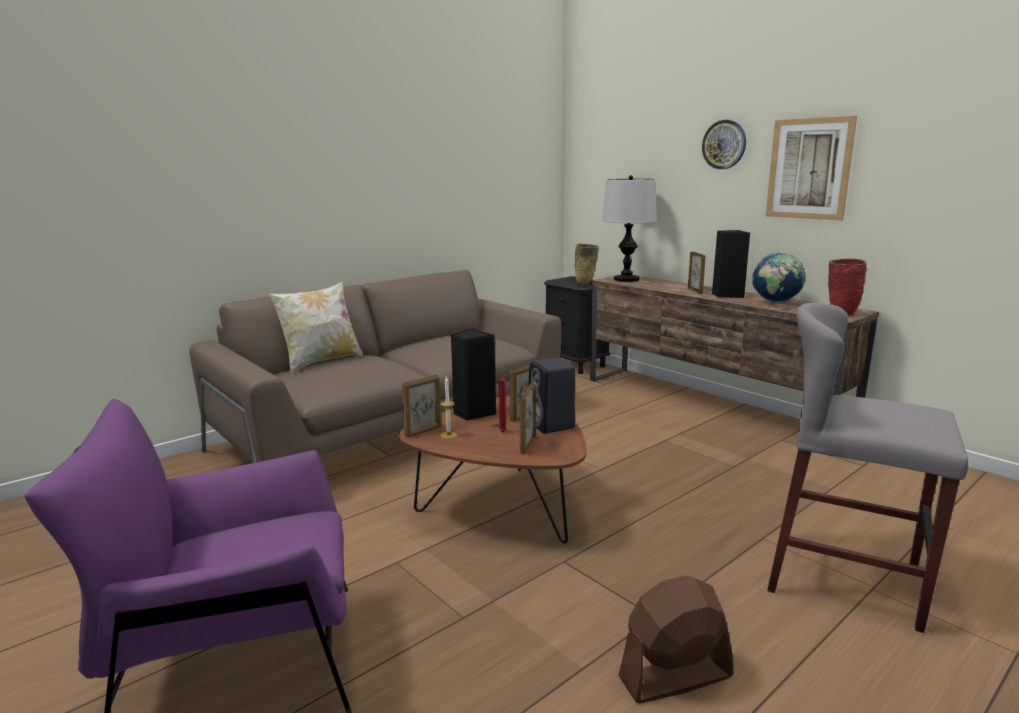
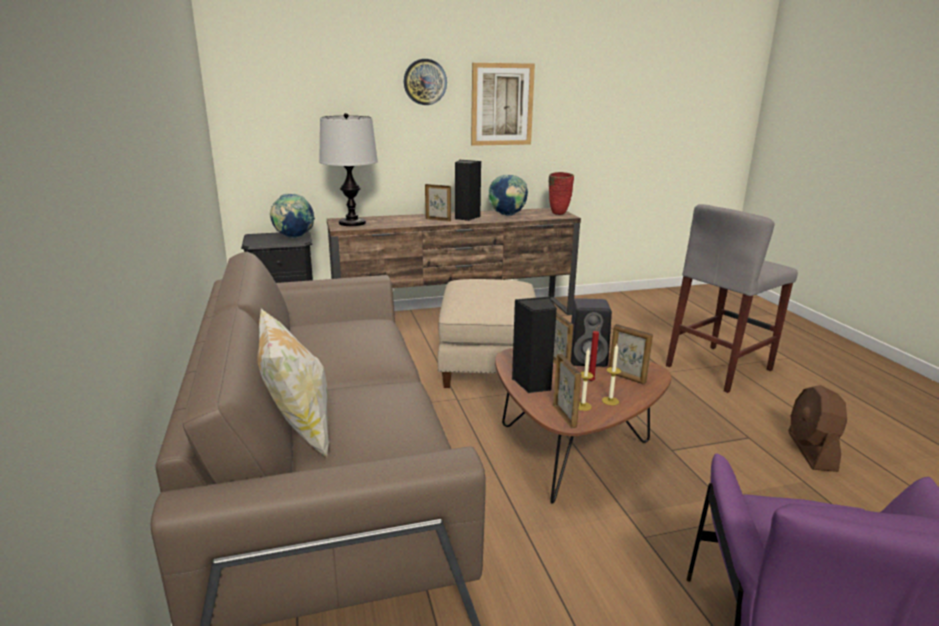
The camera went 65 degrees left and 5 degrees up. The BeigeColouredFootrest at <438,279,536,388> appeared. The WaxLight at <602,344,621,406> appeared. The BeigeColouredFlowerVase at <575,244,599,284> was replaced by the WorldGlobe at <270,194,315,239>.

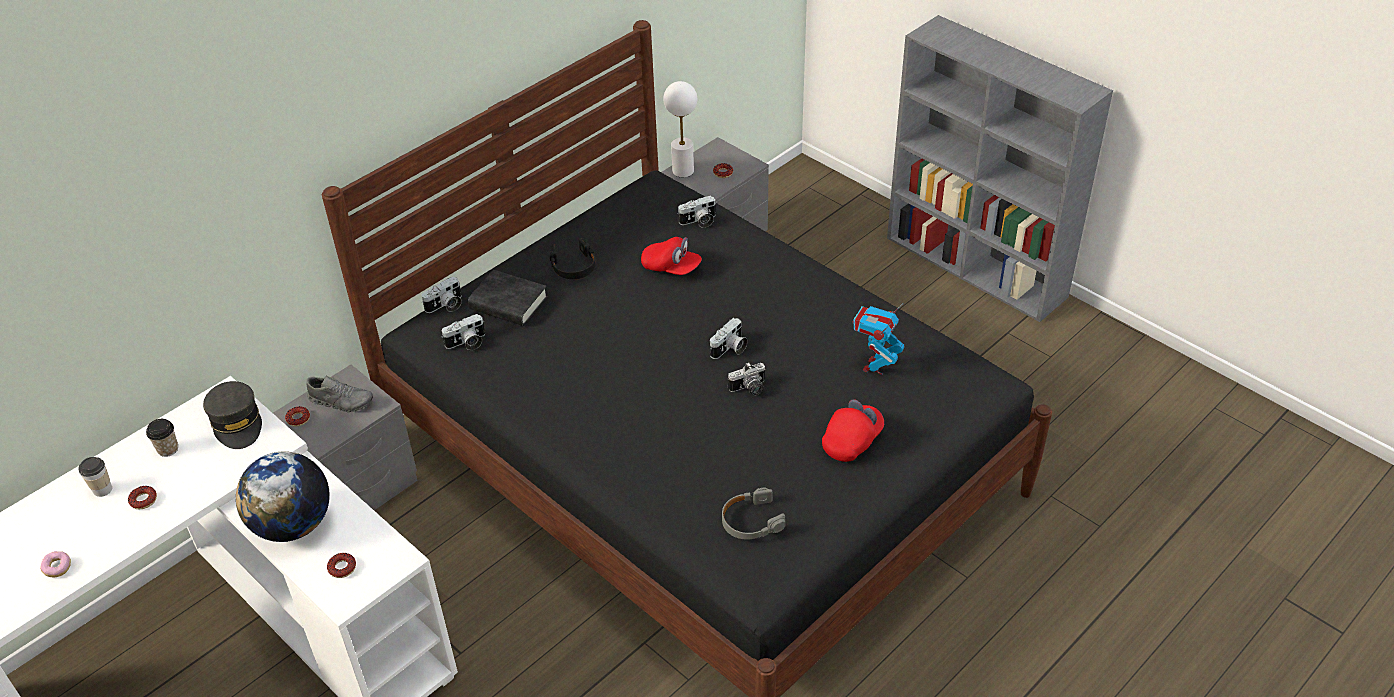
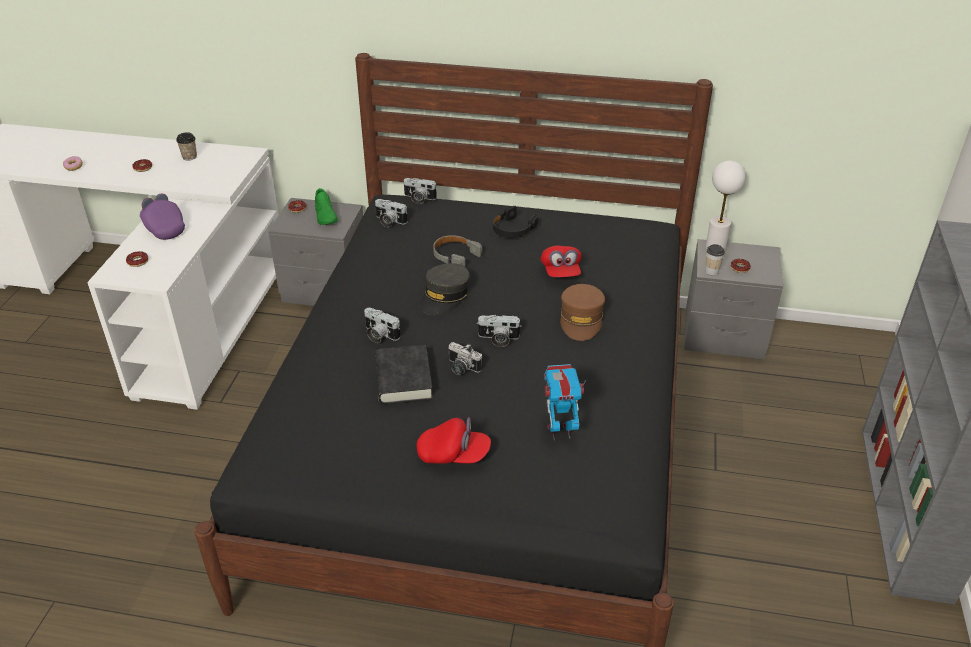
The camera went 55 degrees right and 5 degrees down. The BrownishCap at <560,284,605,341> appeared. The SmallCup moved from <78,457,112,497> to <705,244,725,275>. The GrayCap moved from <203,381,262,449> to <420,263,470,315>. The BlackColouredVolume moved from <468,270,548,326> to <375,345,433,405>. The StillCamera moved from <677,195,716,228> to <364,308,401,343>. The GrayHeadset moved from <722,488,786,539> to <433,235,482,267>. The WorldGlobe at <236,451,330,542> was replaced by the PurpleCap at <140,194,185,240>. The GrayLowShoe at <306,376,373,412> became the GreenLowShoe at <315,188,338,225>.

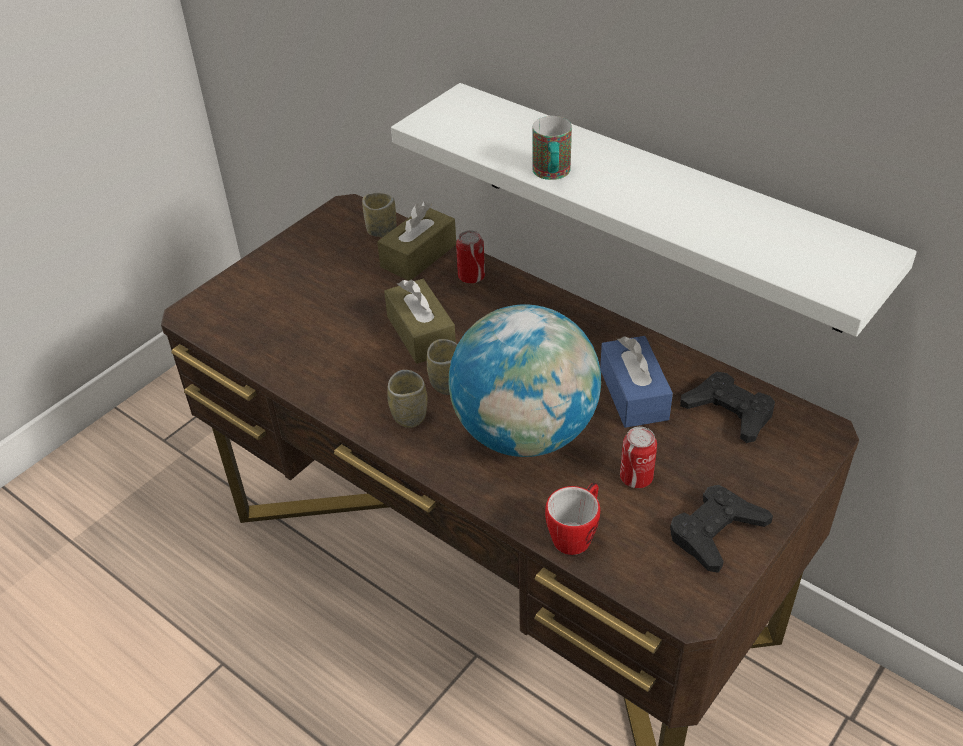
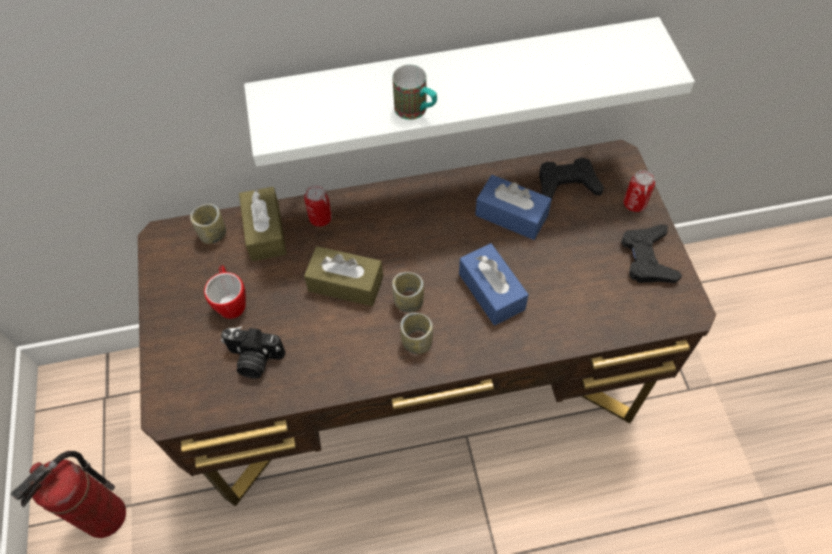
The camera went 50 degrees left and 15 degrees up. The FireFightingCylinder at <10,451,126,538> appeared. The StillCamera at <221,326,285,379> appeared. The TeaMug moved from <545,483,600,555> to <204,265,246,319>. The Can moved from <620,427,657,488> to <623,170,655,212>. The WorldGlobe at <449,304,601,457> was replaced by the BluishBoxOfTissues at <459,243,529,325>.

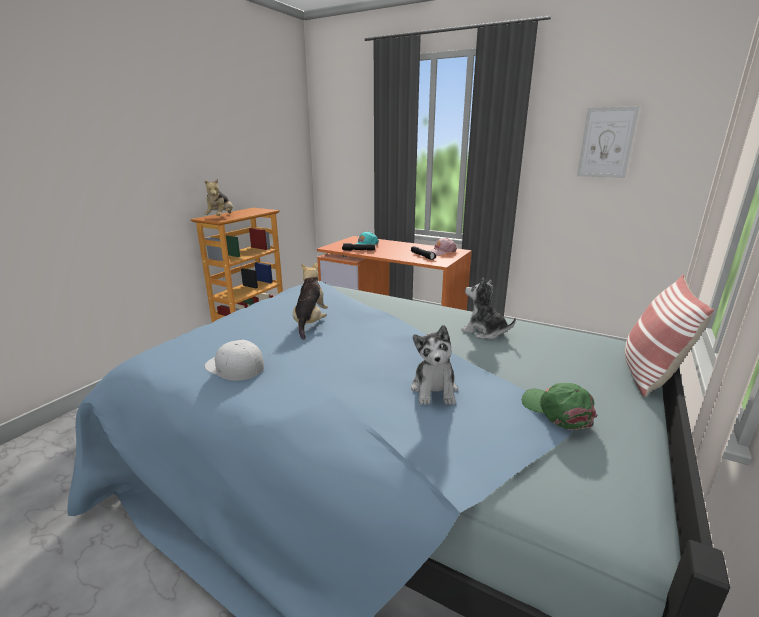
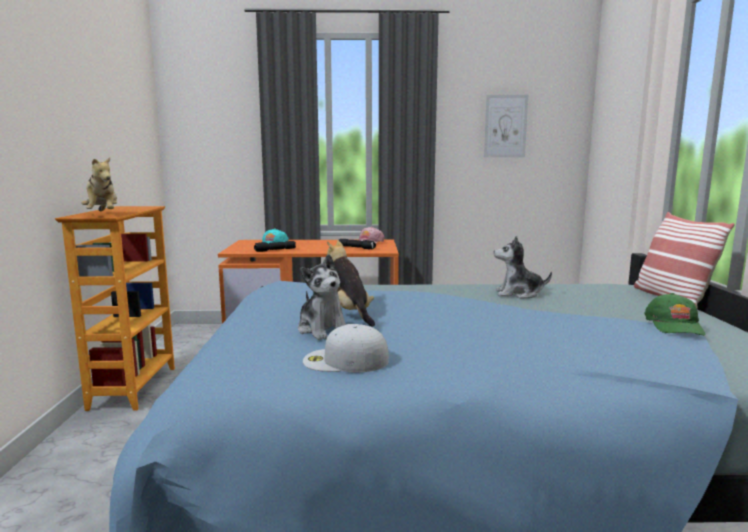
The camera went 30 degrees left and 10 degrees down. The PlushToy moved from <411,325,458,405> to <298,254,346,340>. The GreenCap at <522,383,597,430> turned 105 degrees counterclockwise.

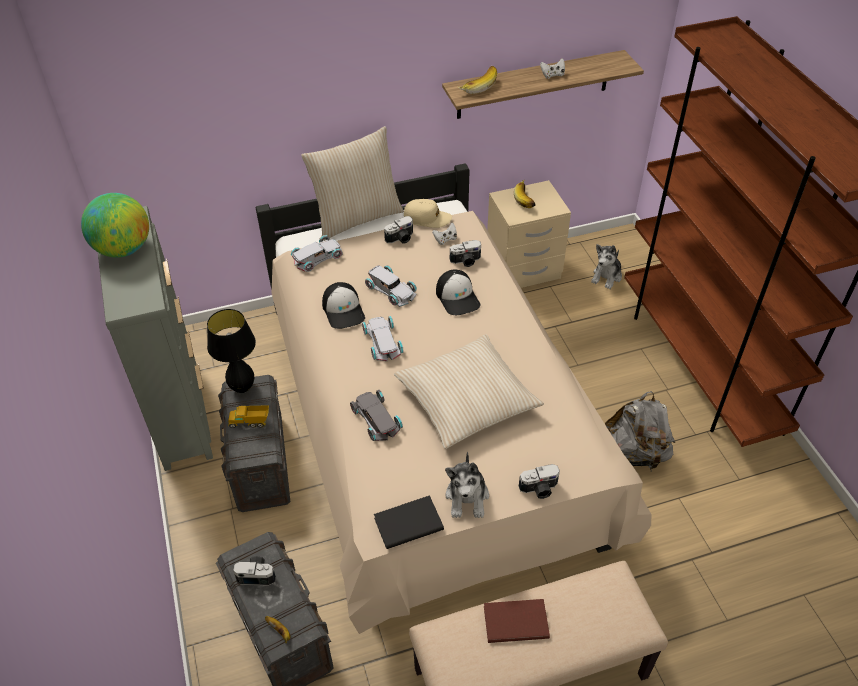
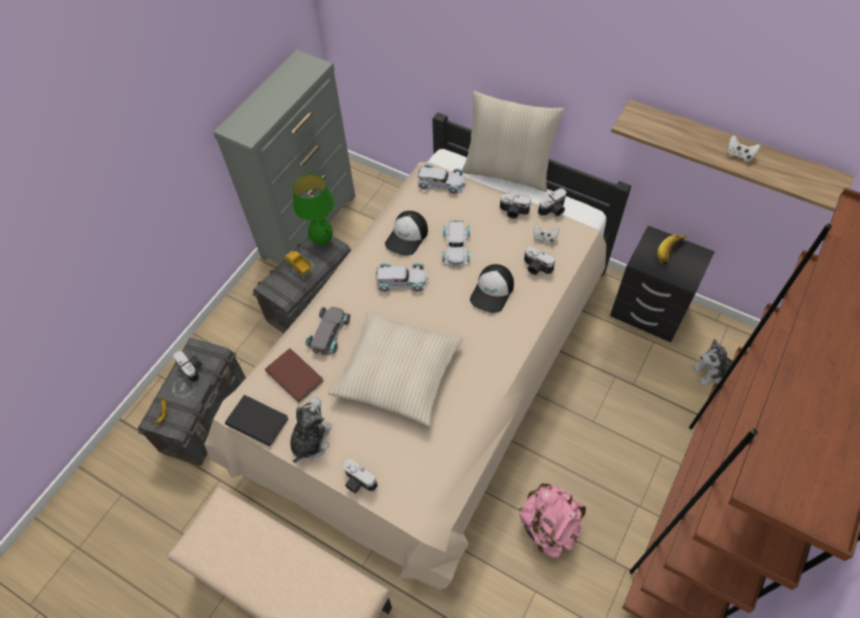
The camera went 50 degrees right and 10 degrees up. The WorldGlobe at <81,193,149,258> disappeared. The WholeBanana at <458,66,497,94> disappeared. The BrownishVolume moved from <484,599,550,643> to <265,348,323,402>. The BeigeColouredCap at <404,199,452,228> was replaced by the StillCamera at <538,188,566,216>. The BlackColouredLampForATable at <207,309,256,393> became the GreenLampForATable at <293,174,334,245>. The BeigeColouredNightTable at <487,180,571,288> became the BlackColouredNightTable at <610,226,715,342>. The GrayKnapsack at <605,391,675,469> became the PinkKnapsack at <519,483,586,558>. The WhiteColouredMiniatureCar at <362,316,404,361> turned 60 degrees clockwise. The PlushToy at <445,452,489,518> turned 150 degrees clockwise.

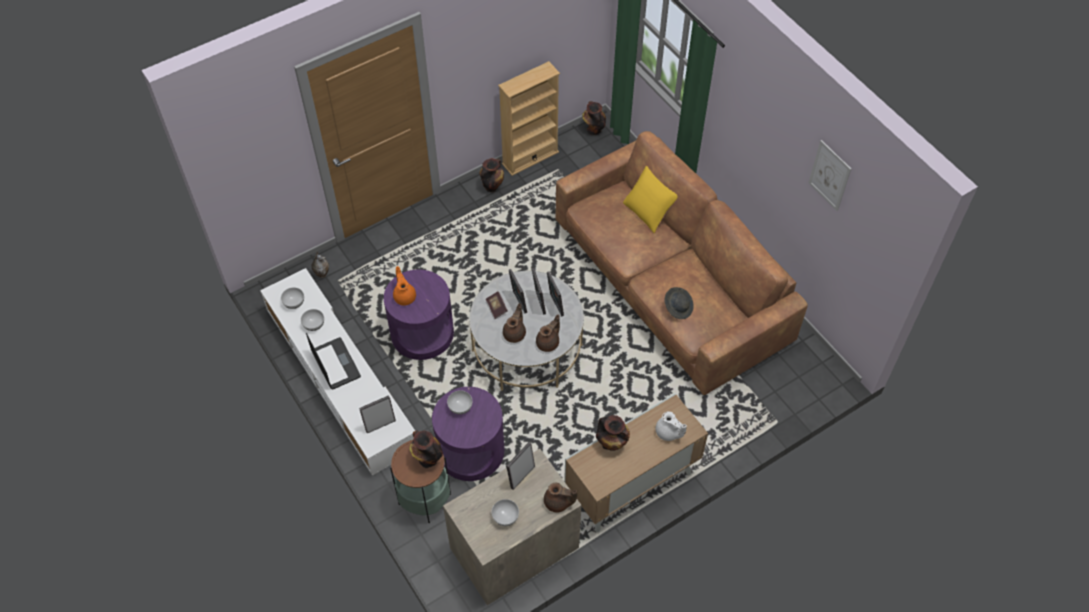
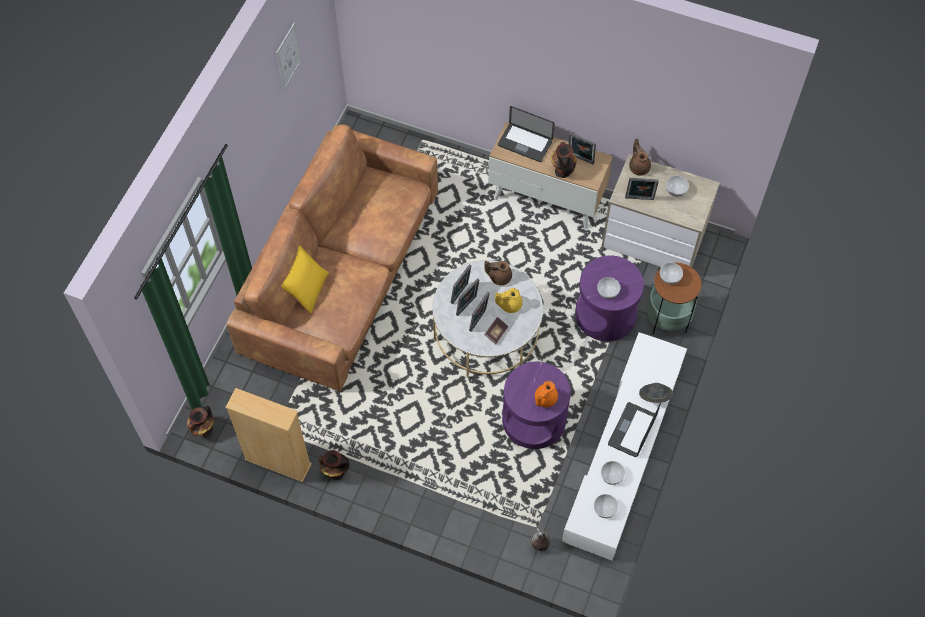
The camera went 125 degrees left and 5 degrees up. The StandingFrame moved from <359,395,396,433> to <569,133,596,164>. The GrayHat moved from <665,287,694,319> to <639,383,673,403>. The FlowerVase at <409,430,443,468> was replaced by the Bowl at <660,263,683,284>. The WhiteColouredTeapot at <656,412,687,441> was replaced by the Laptop at <498,106,555,162>. The BrownishTeapot at <503,303,526,343> became the YellowColouredTeapot at <495,288,523,313>.

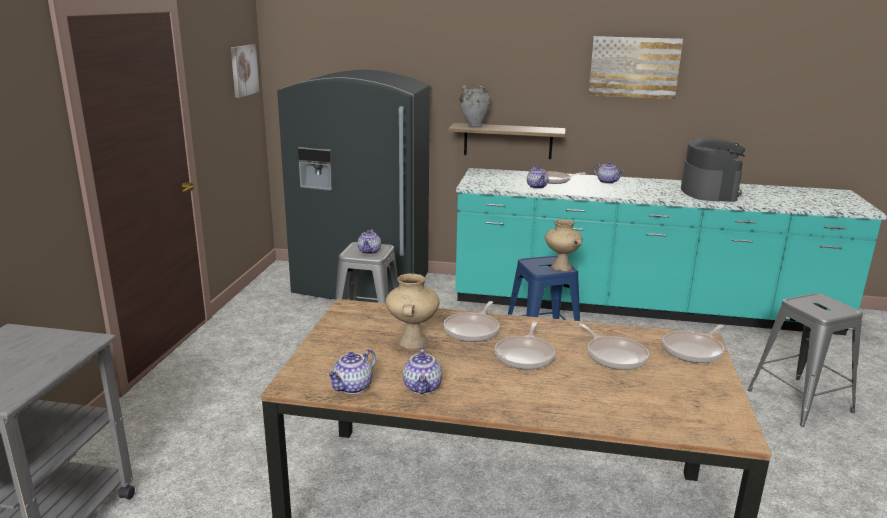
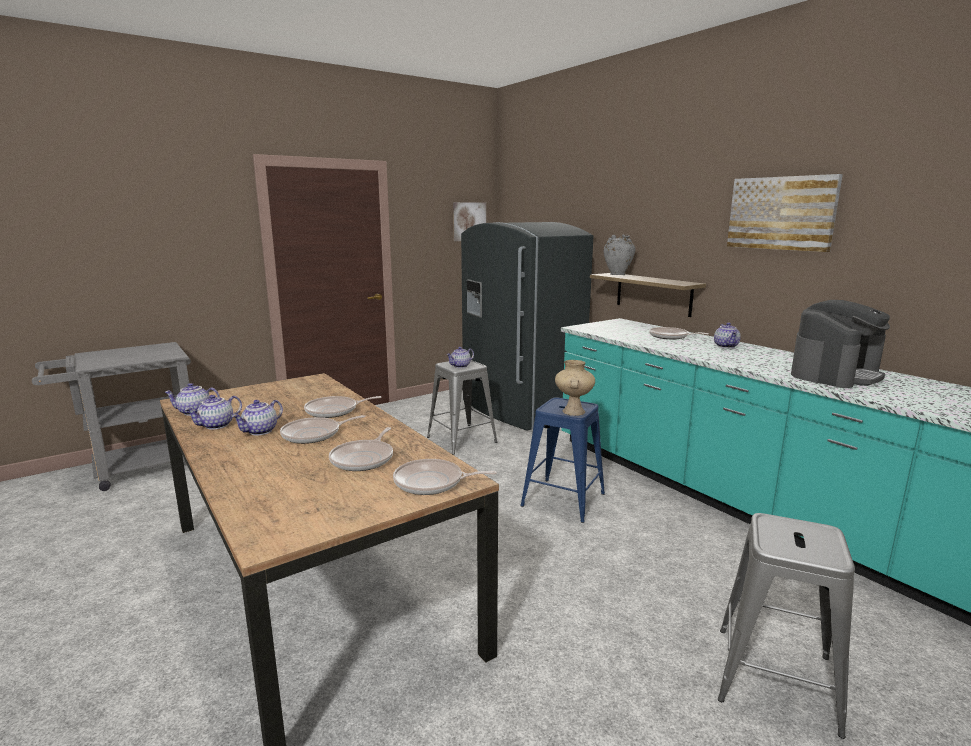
The camera went 45 degrees right and 5 degrees down. The BeigeColouredFlowerVase at <386,273,440,349> disappeared. The Teapot moved from <527,166,549,189> to <232,400,283,435>.

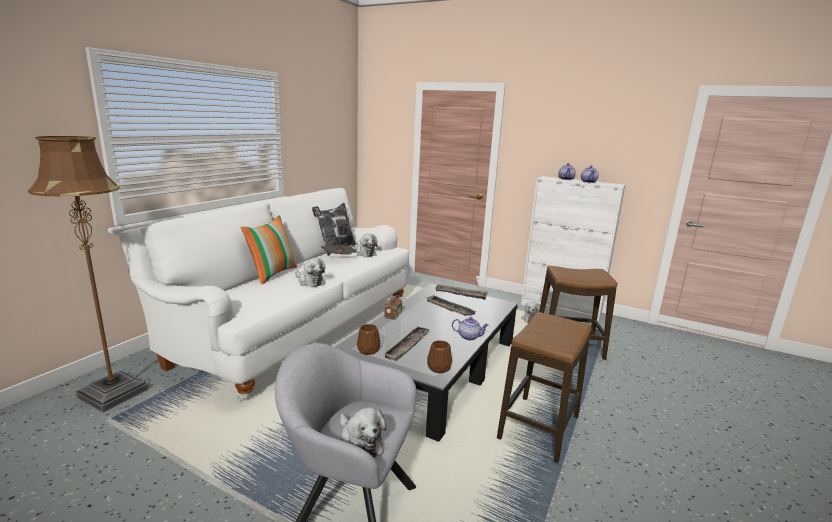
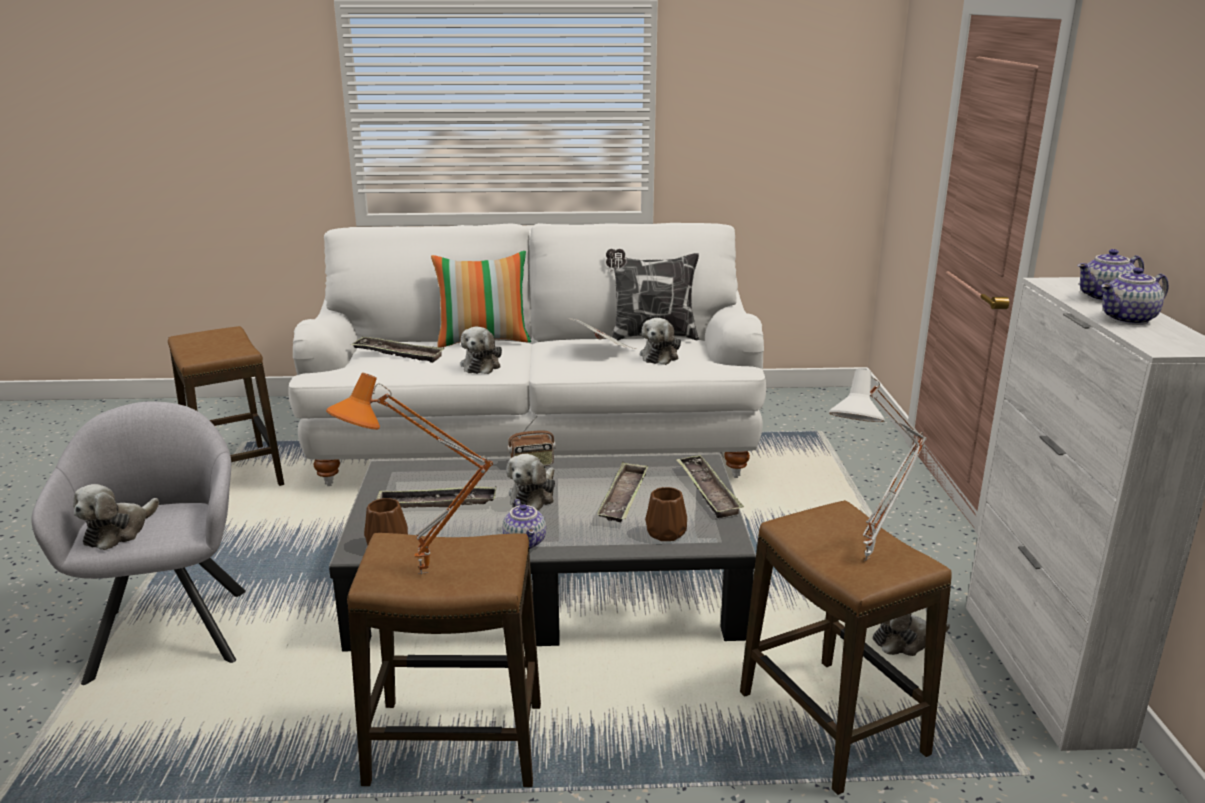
The camera went 60 degrees right and 5 degrees up. The BrownishFloorLamp at <28,136,149,412> disappeared. The StoolSeat at <168,326,284,486> appeared. The OrangeColouredLampForATable at <326,372,493,574> appeared. The Tray at <350,337,445,363> appeared. The PlushToy at <506,454,555,510> appeared. The WhiteColouredLampForATable at <829,369,927,561> appeared. The BrownishFlowerVase moved from <357,324,380,355> to <645,487,687,541>.

